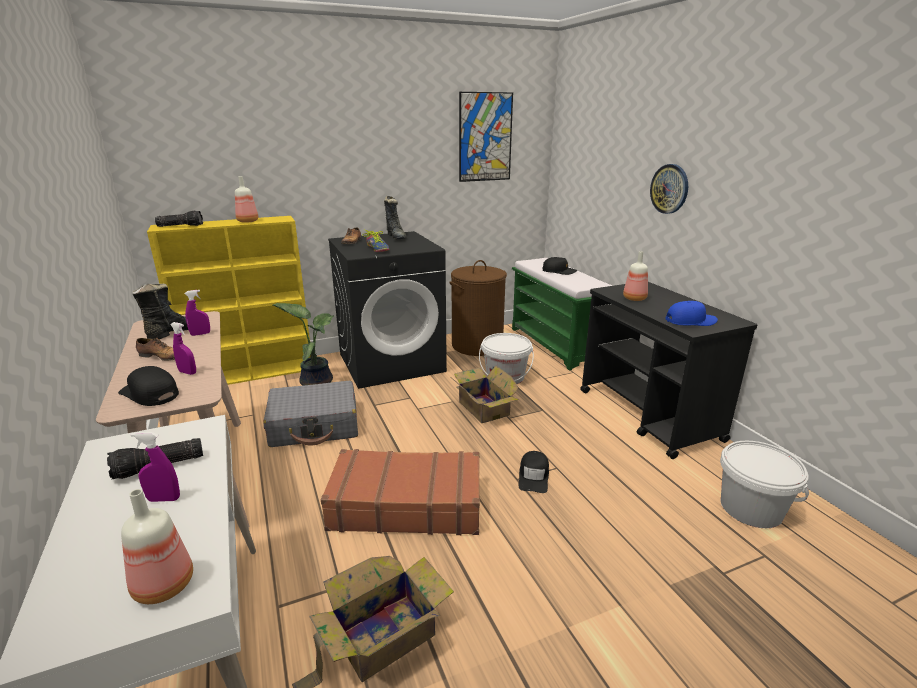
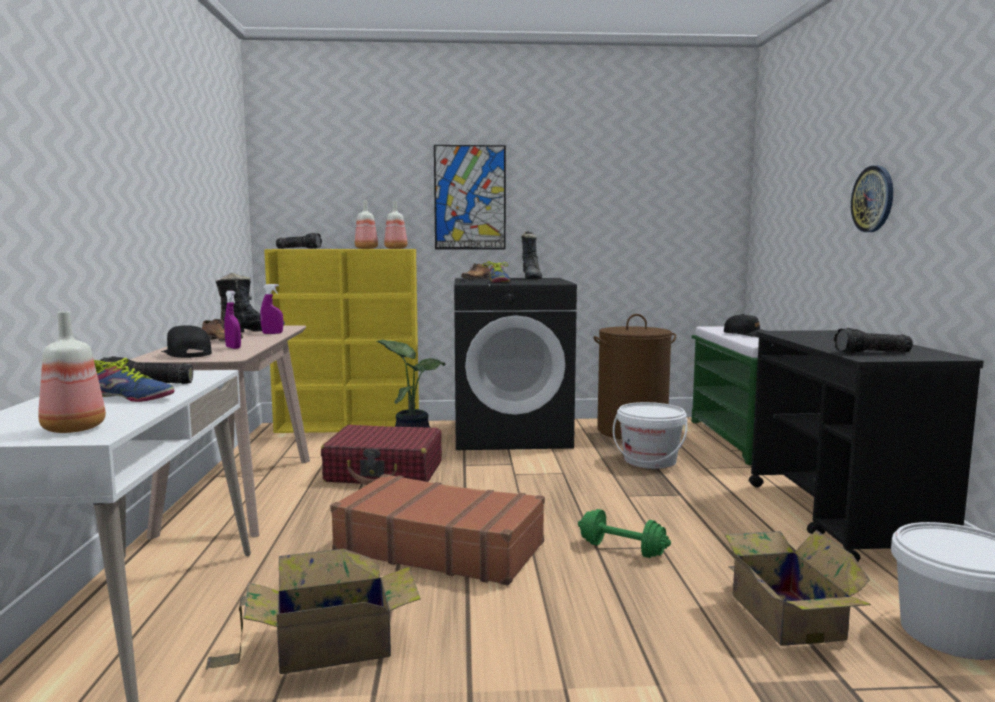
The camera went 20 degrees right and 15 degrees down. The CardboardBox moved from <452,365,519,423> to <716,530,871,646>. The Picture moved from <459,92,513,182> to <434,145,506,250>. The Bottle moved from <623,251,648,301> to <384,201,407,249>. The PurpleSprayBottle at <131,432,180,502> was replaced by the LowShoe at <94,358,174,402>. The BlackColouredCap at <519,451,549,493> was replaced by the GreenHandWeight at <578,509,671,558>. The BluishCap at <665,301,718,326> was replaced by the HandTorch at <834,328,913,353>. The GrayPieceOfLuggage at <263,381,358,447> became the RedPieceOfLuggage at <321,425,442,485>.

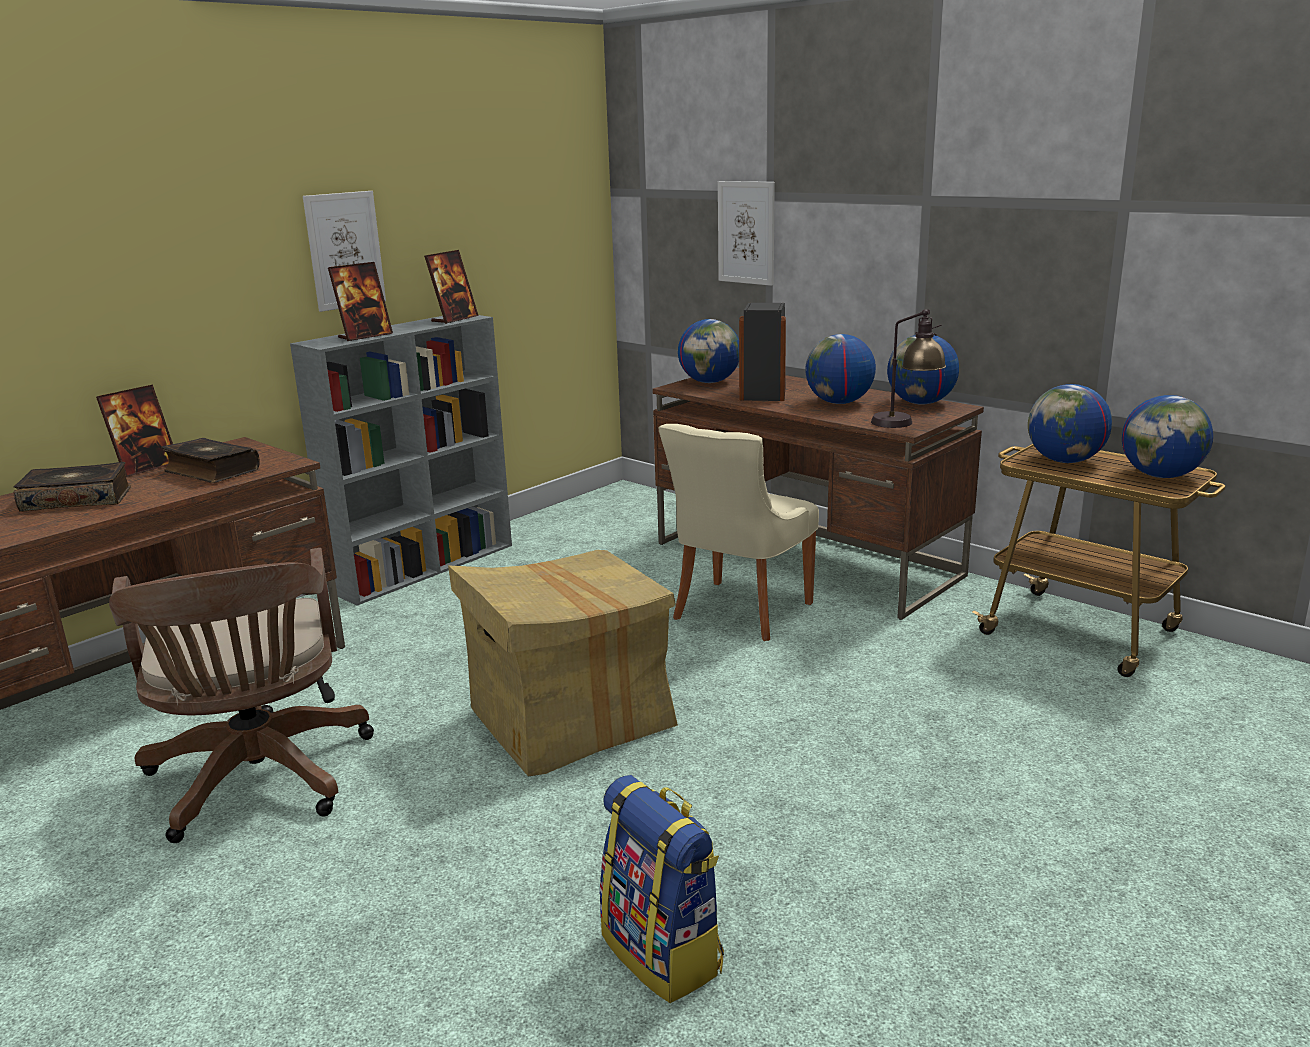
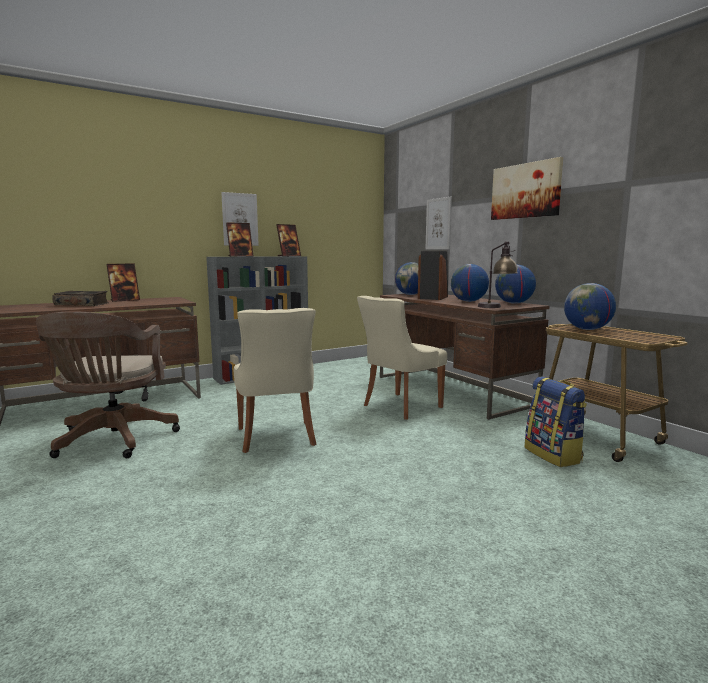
The camera went 15 degrees right and 10 degrees down. The Volume at <161,438,260,483> disappeared. The WorldGlobe at <1122,395,1213,478> disappeared. The Picture at <491,157,563,220> appeared. The Knapsack moved from <599,775,724,1003> to <525,376,587,467>. The CardboardBox at <448,550,678,776> was replaced by the BeigeColouredChair at <234,308,316,453>.

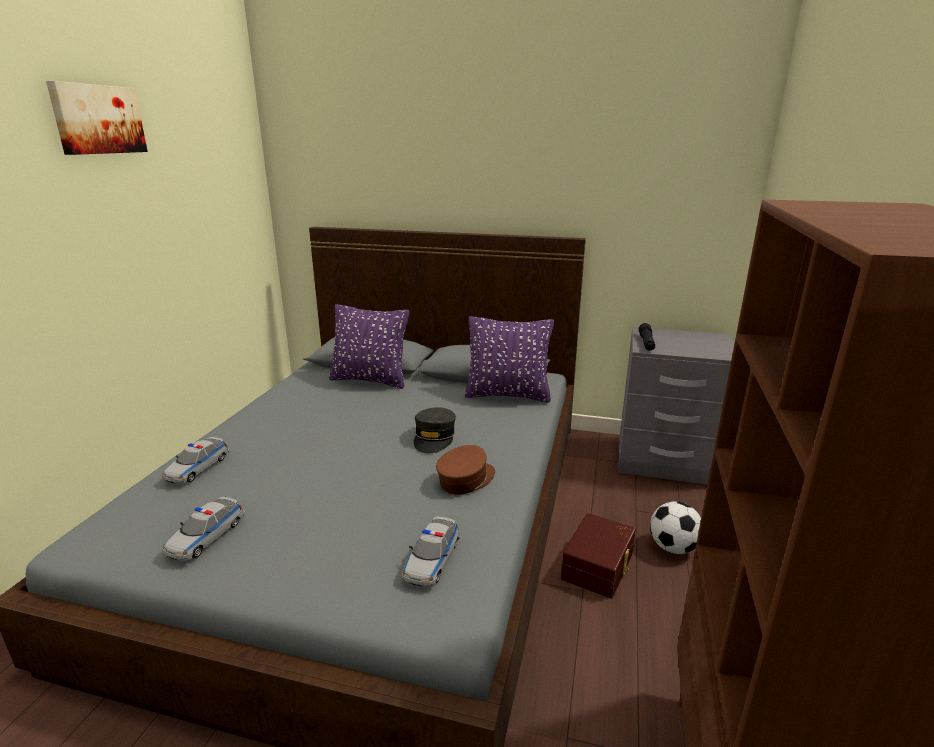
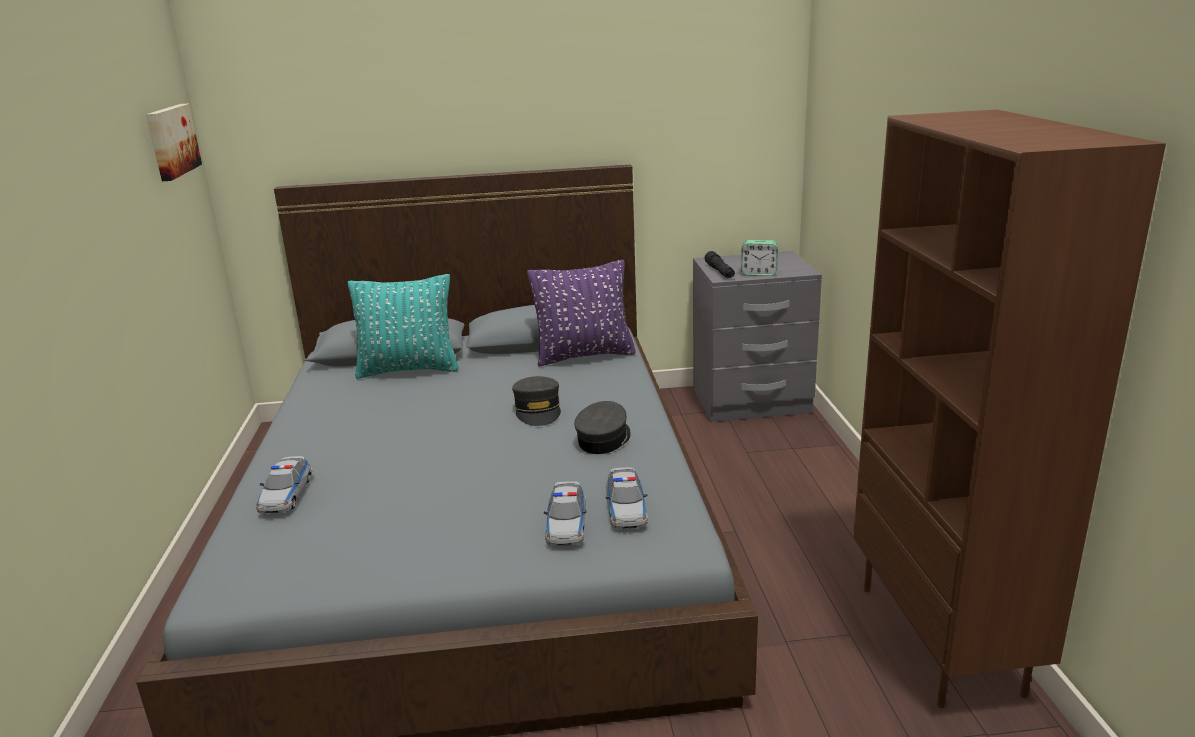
The camera went 20 degrees left and 0 degrees up. The BrownishStorageBin at <561,513,636,598> disappeared. The Football at <650,501,701,554> disappeared. The AlarmClock at <741,240,778,276> appeared. The Picture moved from <46,81,148,155> to <146,103,202,181>. The MiniatureCar moved from <163,497,245,561> to <543,481,587,546>. The PurpleThrowPillow at <329,304,409,389> became the TurquoiseColouredThrowPillow at <348,274,459,379>. The BrownishCap at <436,445,495,495> became the GrayCap at <574,401,631,454>.

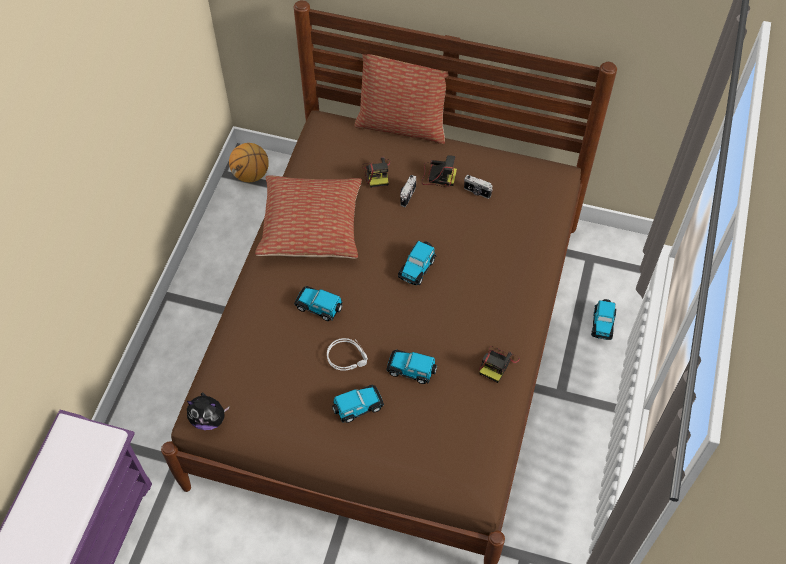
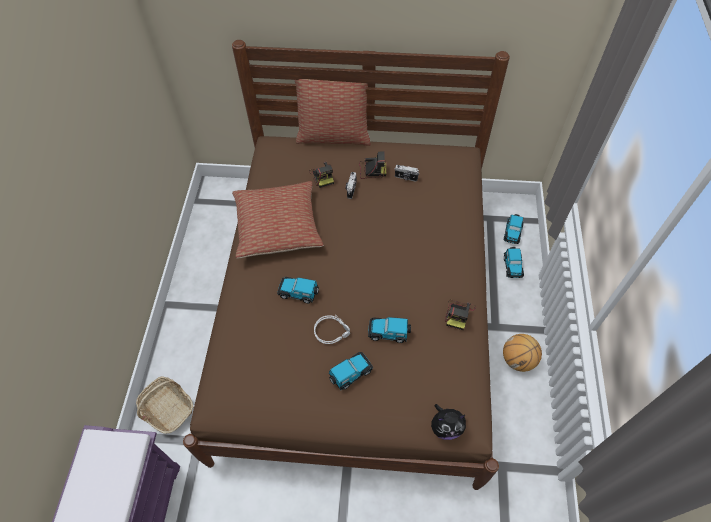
The camera went 10 degrees left and 0 degrees up. The Basket at <136,376,194,434> appeared. The PlushToy moved from <187,392,230,430> to <431,404,466,440>. The Basketball moved from <229,143,269,182> to <503,334,542,372>. The MiniatureCar moved from <398,241,437,285> to <503,214,524,244>.

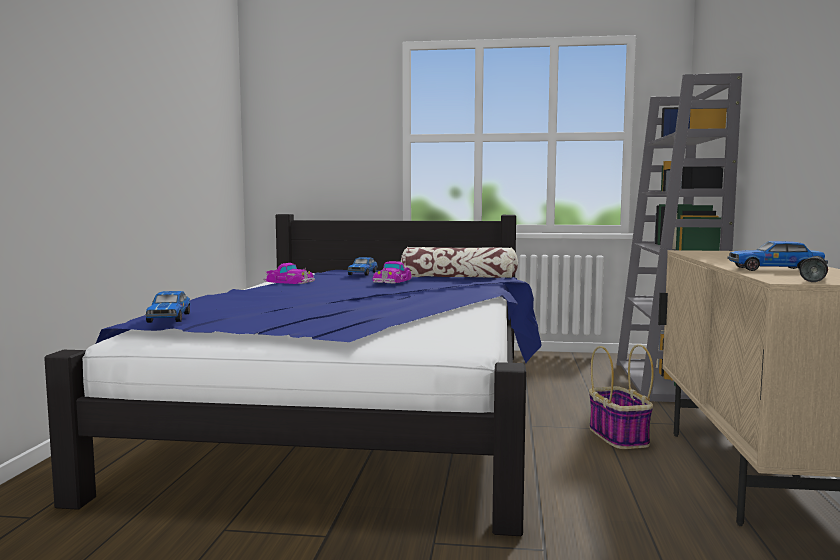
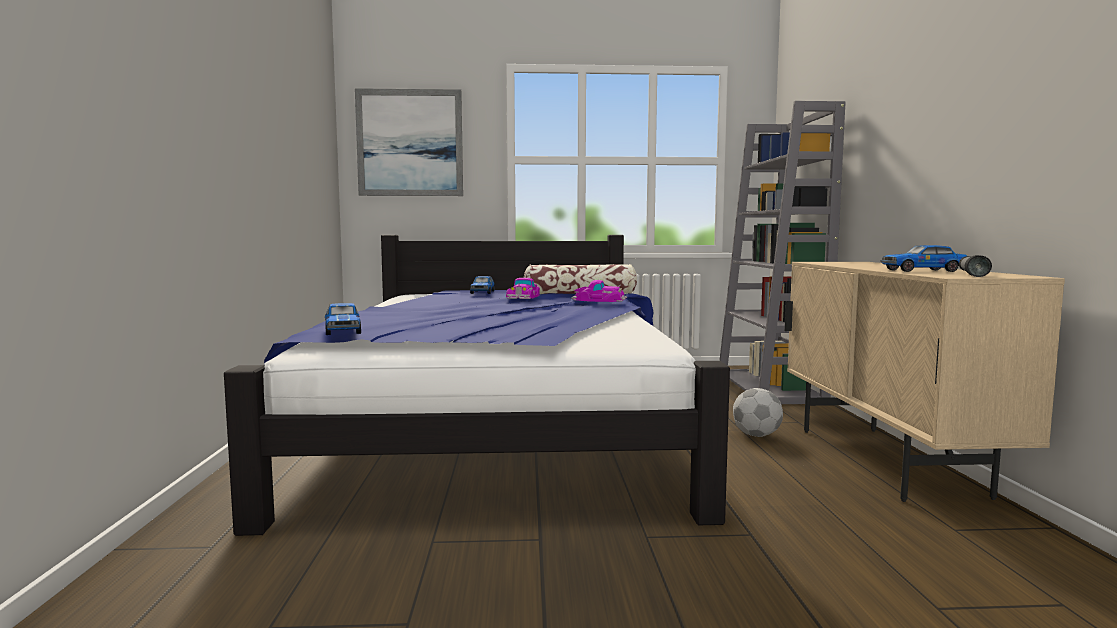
The camera went 10 degrees left and 0 degrees up. The Picture at <355,88,463,196> appeared. The MiniatureCar moved from <263,263,315,284> to <571,280,627,302>. The Basket at <589,344,654,449> was replaced by the Football at <733,388,783,437>.

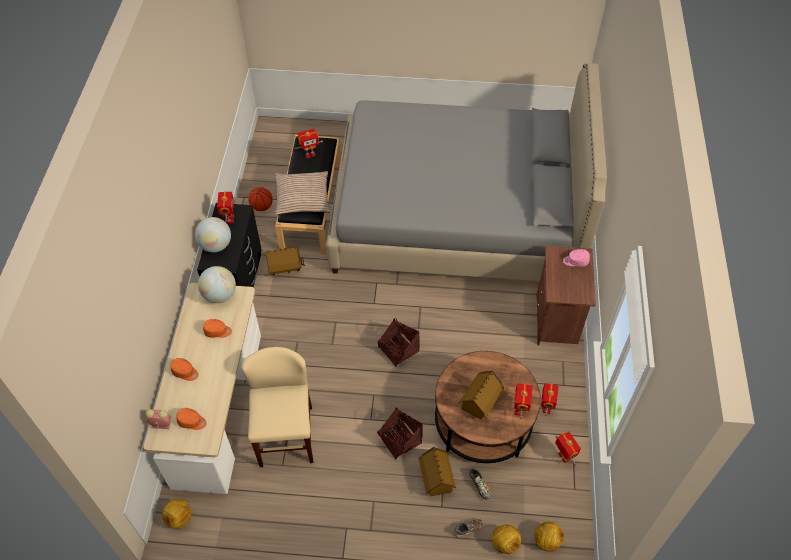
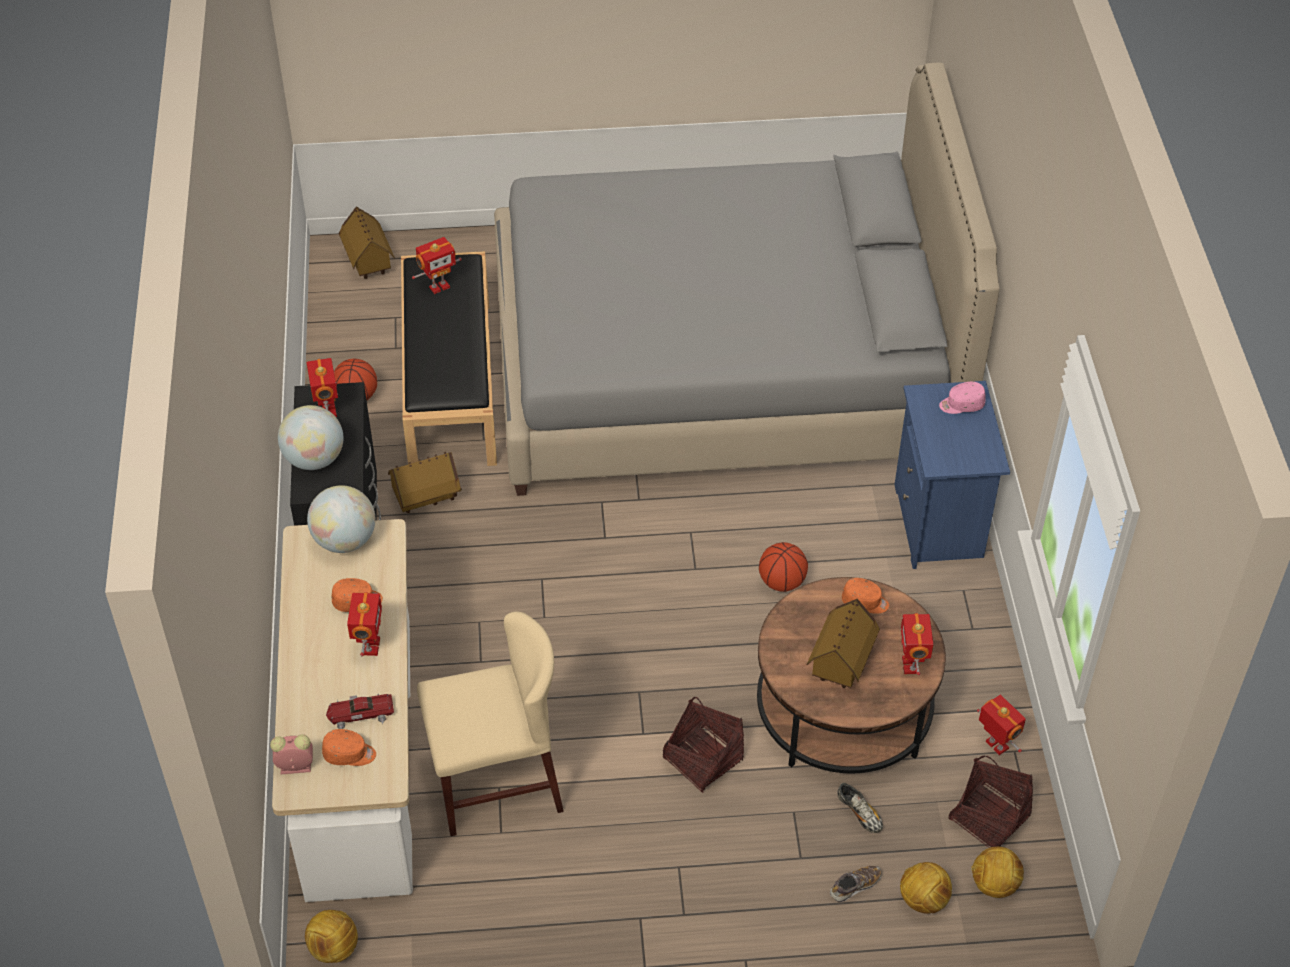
The camera went 10 degrees left and 5 degrees down. The ThrowPillow at <275,171,331,215> disappeared. The MiniatureCar at <326,694,394,729> appeared. The Basketball at <759,542,808,592> appeared. The OrangeColouredCap moved from <171,358,199,381> to <842,578,889,614>. The Basket moved from <378,318,420,367> to <949,756,1033,848>. The MiniatureHouse moved from <418,447,456,496> to <339,207,395,279>. The ModelRobot moved from <541,383,559,416> to <347,592,382,656>. The BrownishNightTable at <537,246,596,345> became the BluishNightTable at <895,381,1010,569>. The BeigeColouredChair at <242,347,313,467> turned 90 degrees clockwise.

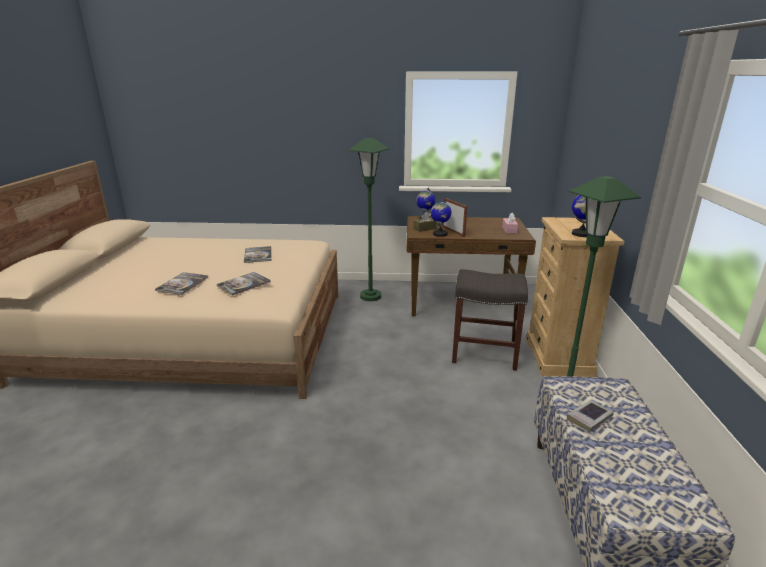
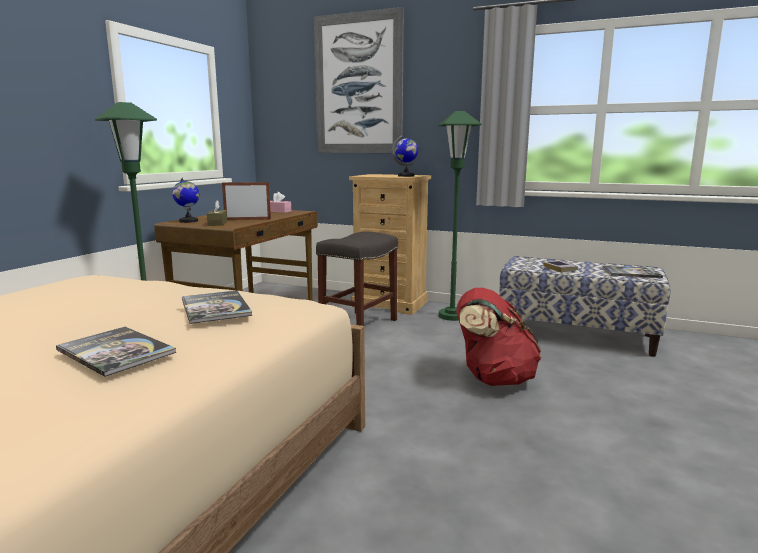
The camera went 70 degrees left and 10 degrees down. The WorldGlobe at <430,199,452,237> disappeared. The Picture at <314,7,404,153> appeared. The RedKnapsack at <456,288,542,386> appeared. The Volume moved from <244,246,272,263> to <602,266,663,278>.

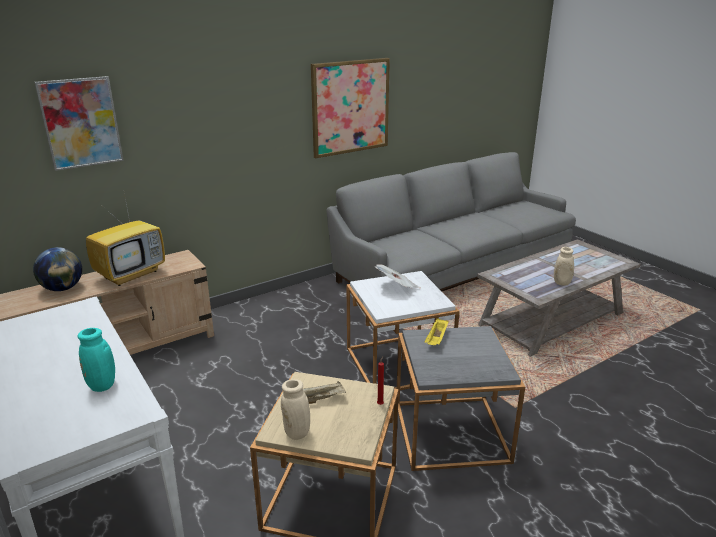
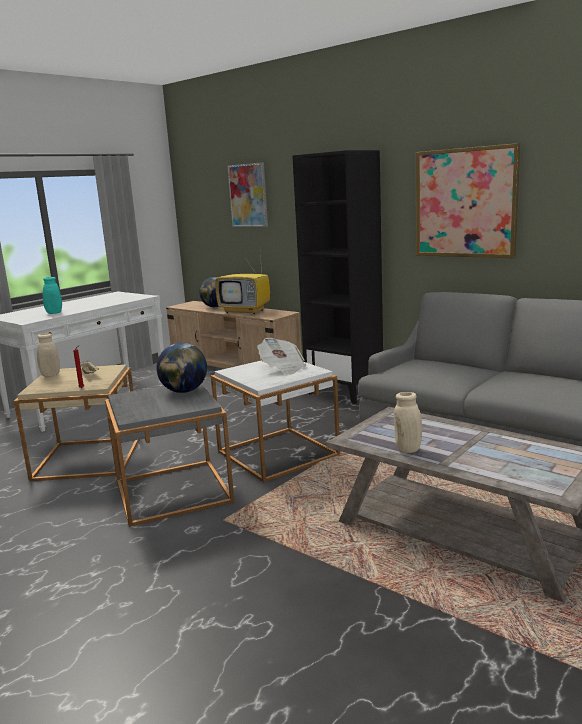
The camera went 75 degrees right and 10 degrees down. The BlackColouredBookcase at <292,150,383,404> appeared. The YellowColouredTray at <424,318,449,345> was replaced by the WorldGlobe at <156,343,207,393>.

